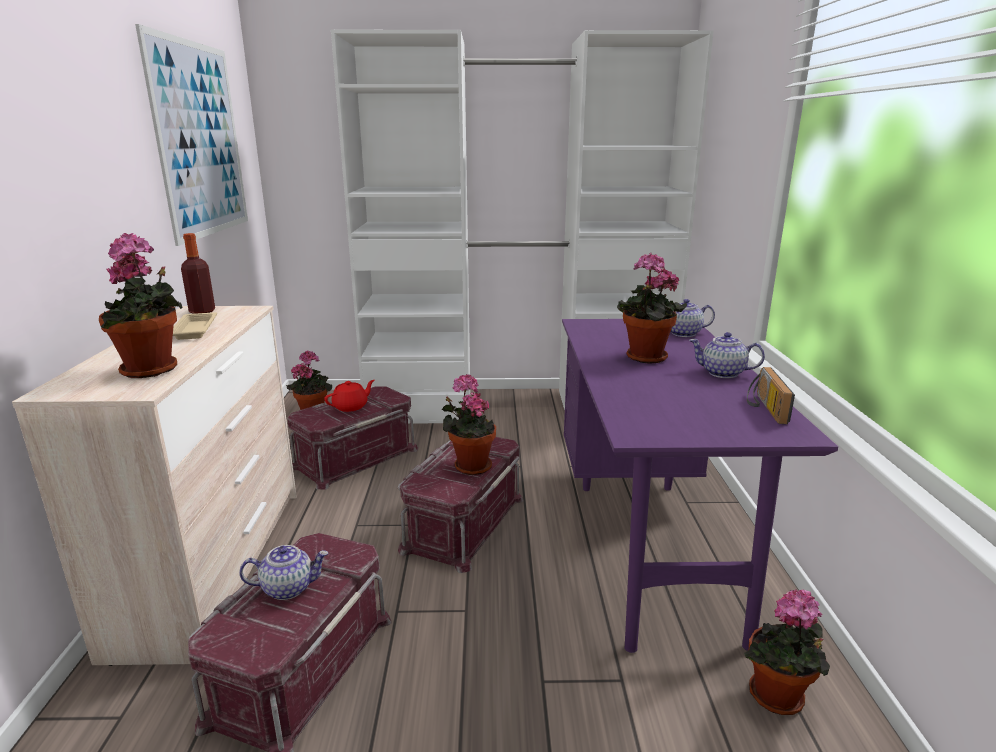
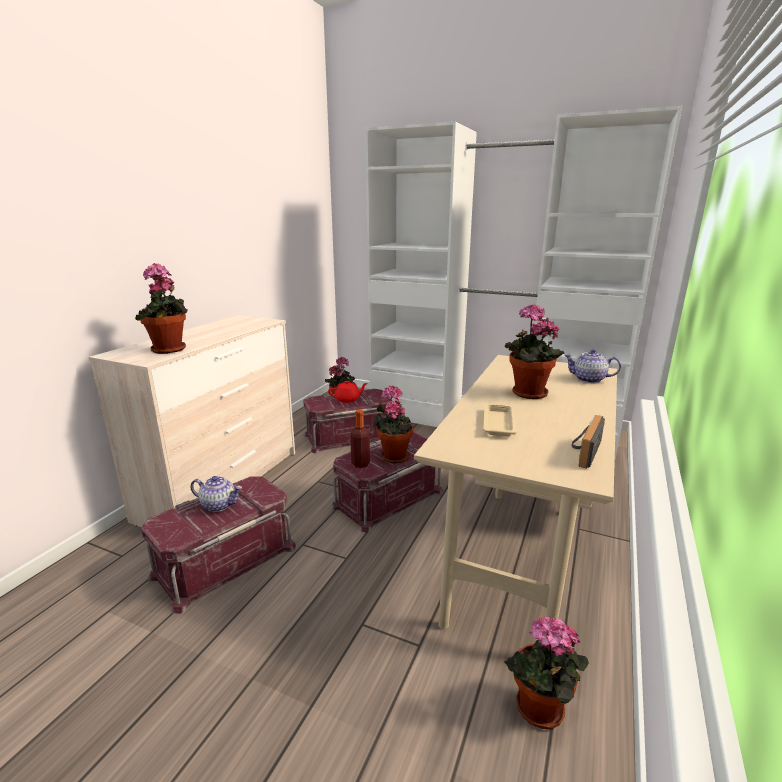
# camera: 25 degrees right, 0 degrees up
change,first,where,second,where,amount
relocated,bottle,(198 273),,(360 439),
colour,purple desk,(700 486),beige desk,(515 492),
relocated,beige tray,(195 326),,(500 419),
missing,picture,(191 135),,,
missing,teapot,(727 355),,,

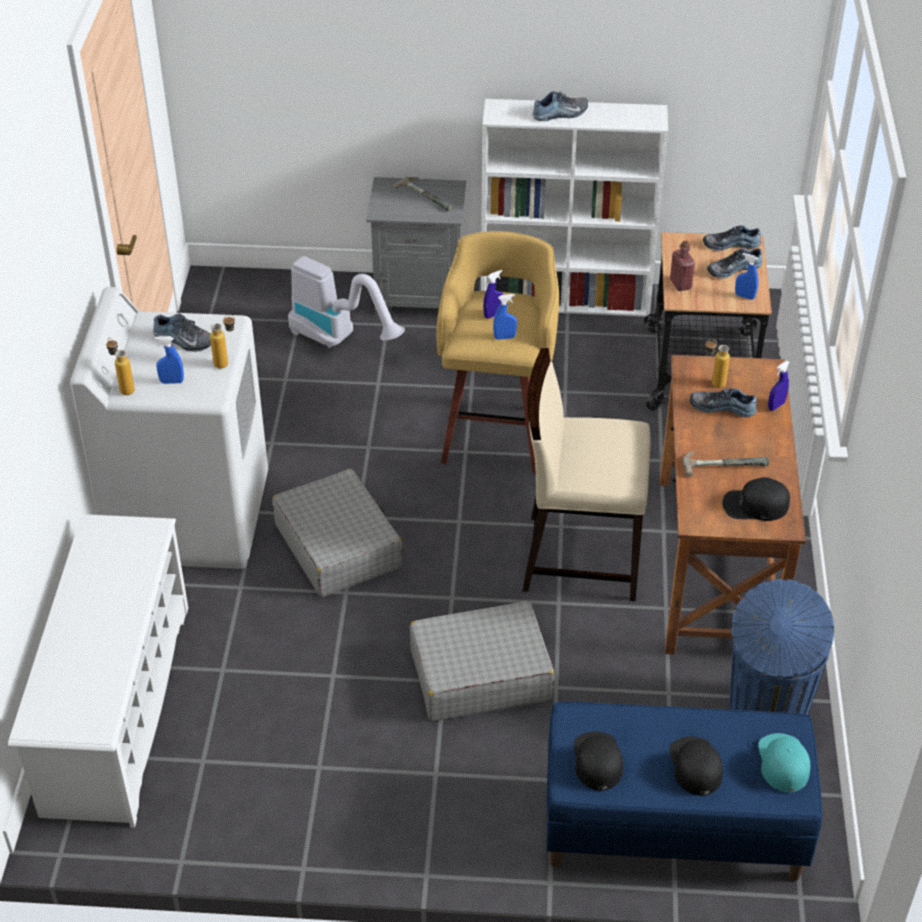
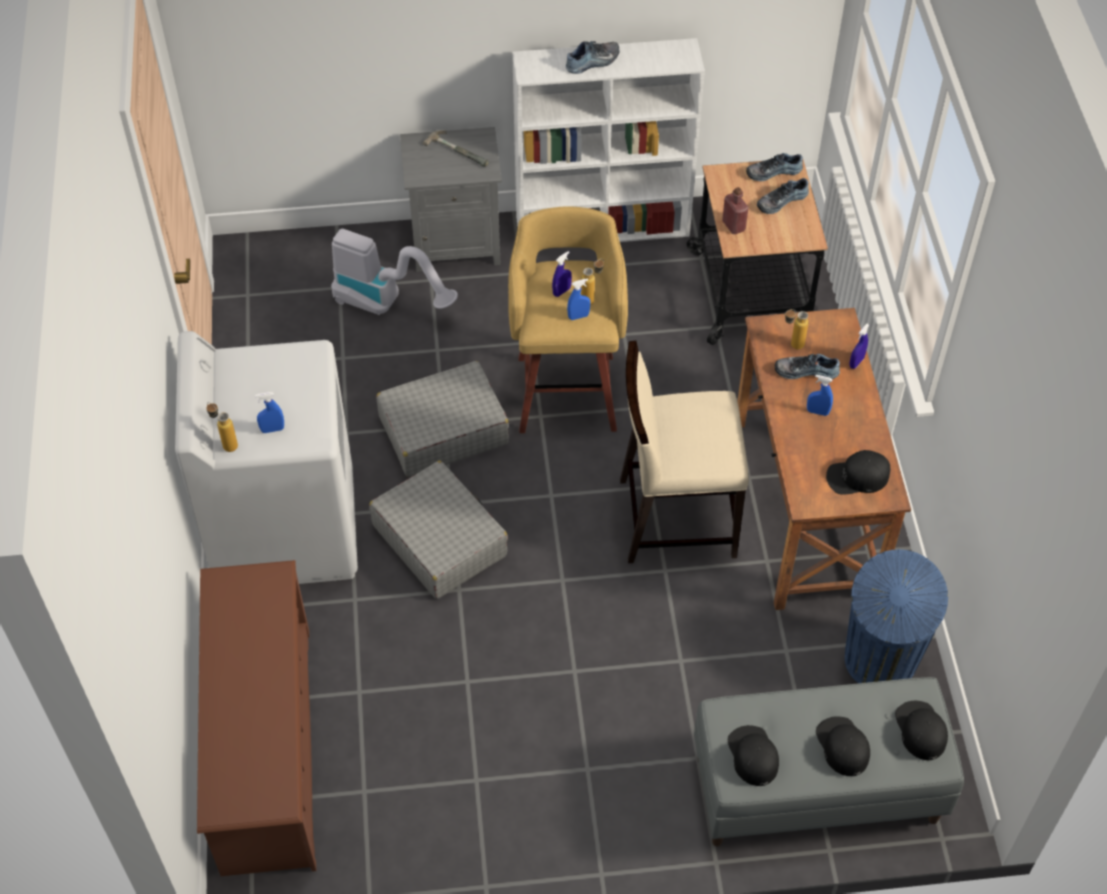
# camera: 10 degrees left, 10 degrees up
change,first,where,second,where,amount
colour,white shoe rack,(98 671),brown shoe rack,(256 718),
relocated,grey suitcase,(482 661),,(442 419),
relocated,bottle,(222 342),,(592 282),
colour,blue bench,(684 791),grey bench,(829 761),
relocated,blue spray bottle,(746 276),,(820 395),
colour,turquoise cap,(784 763),black cap,(921 730),
missing,shoe,(182 332),,,
missing,hammer,(726 463),,,

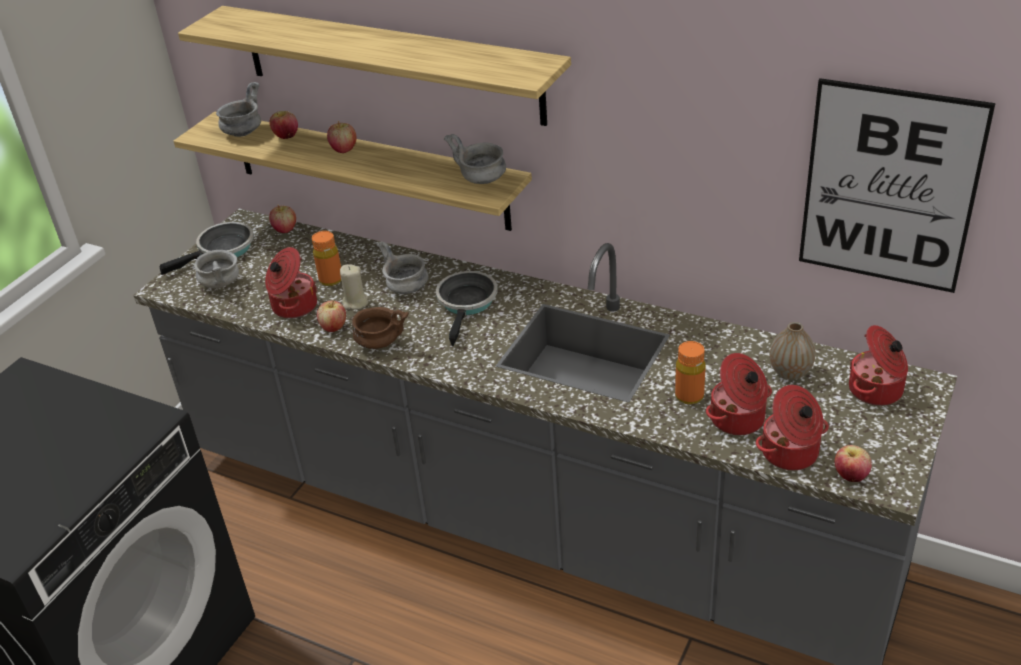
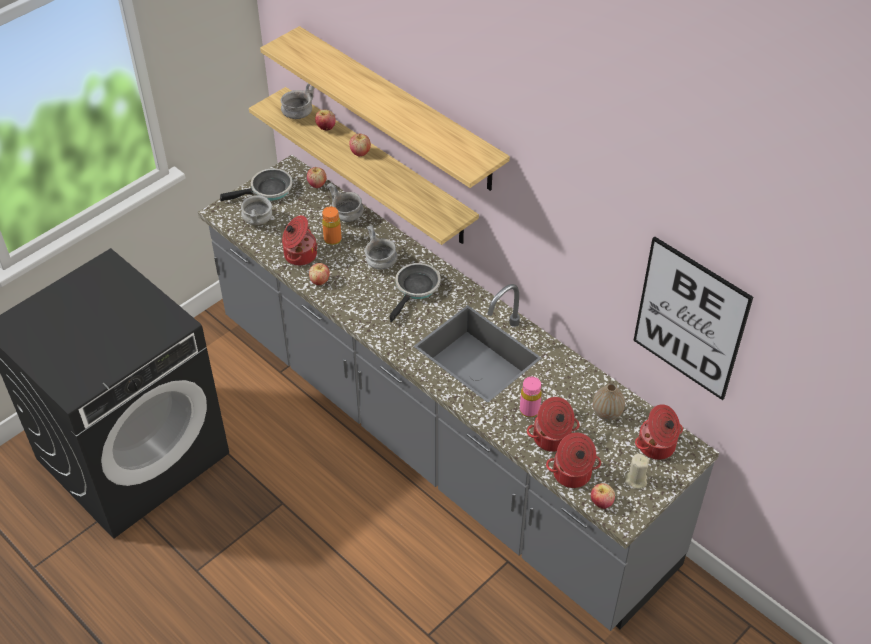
# camera: 15 degrees right, 10 degrees up
change,first,where,second,where,amount
relocated,grey bowl,(475 159),,(345 202),
colour,orange bottle,(690 372),pink bottle,(531 397),
relocated,beige candle,(354 287),,(637 471),
missing,brown bowl,(380 328),,,

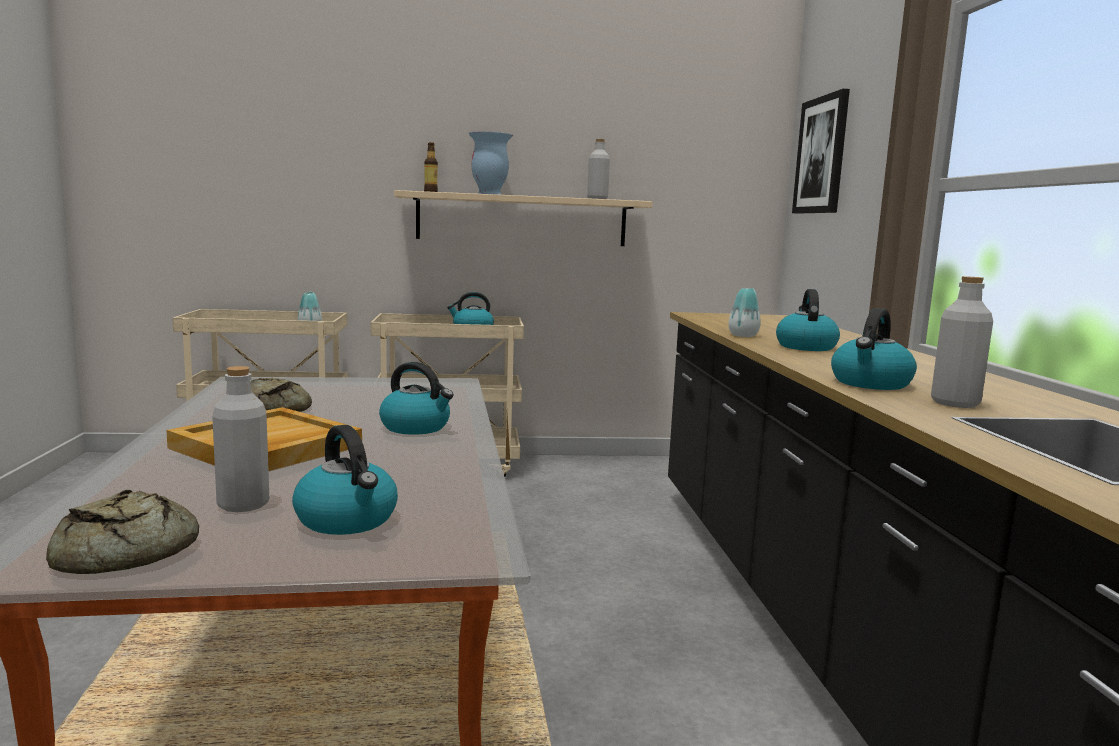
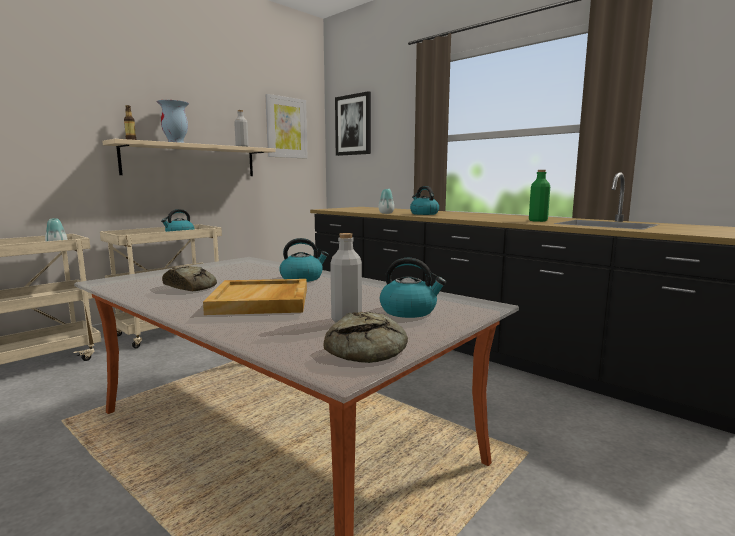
# camera: 40 degrees left, 0 degrees up
change,first,where,second,where,amount
appeared,,,picture,(286 126),
colour,grey bottle,(962 342),green bottle,(539 196),
missing,kettle,(874 349),,,

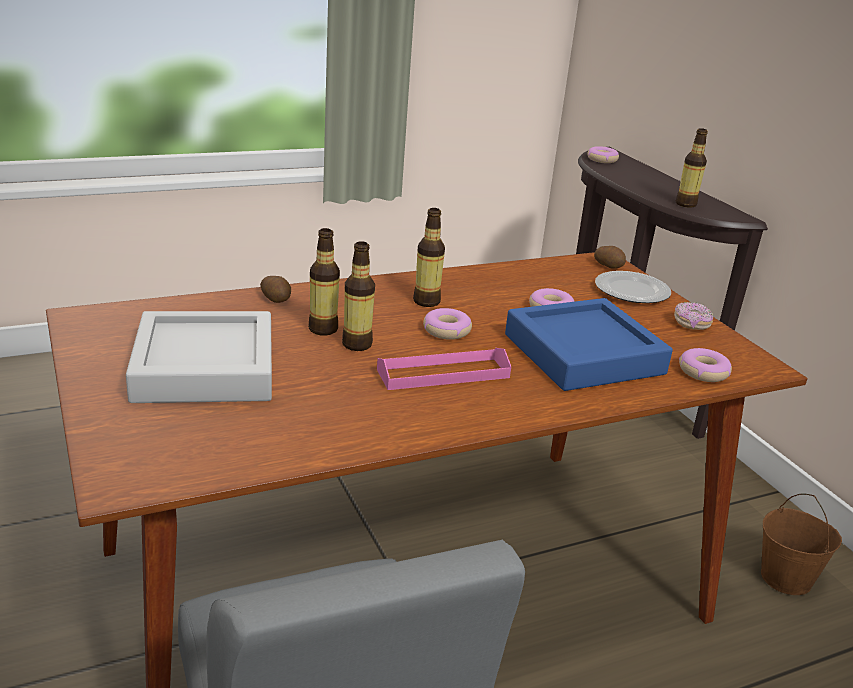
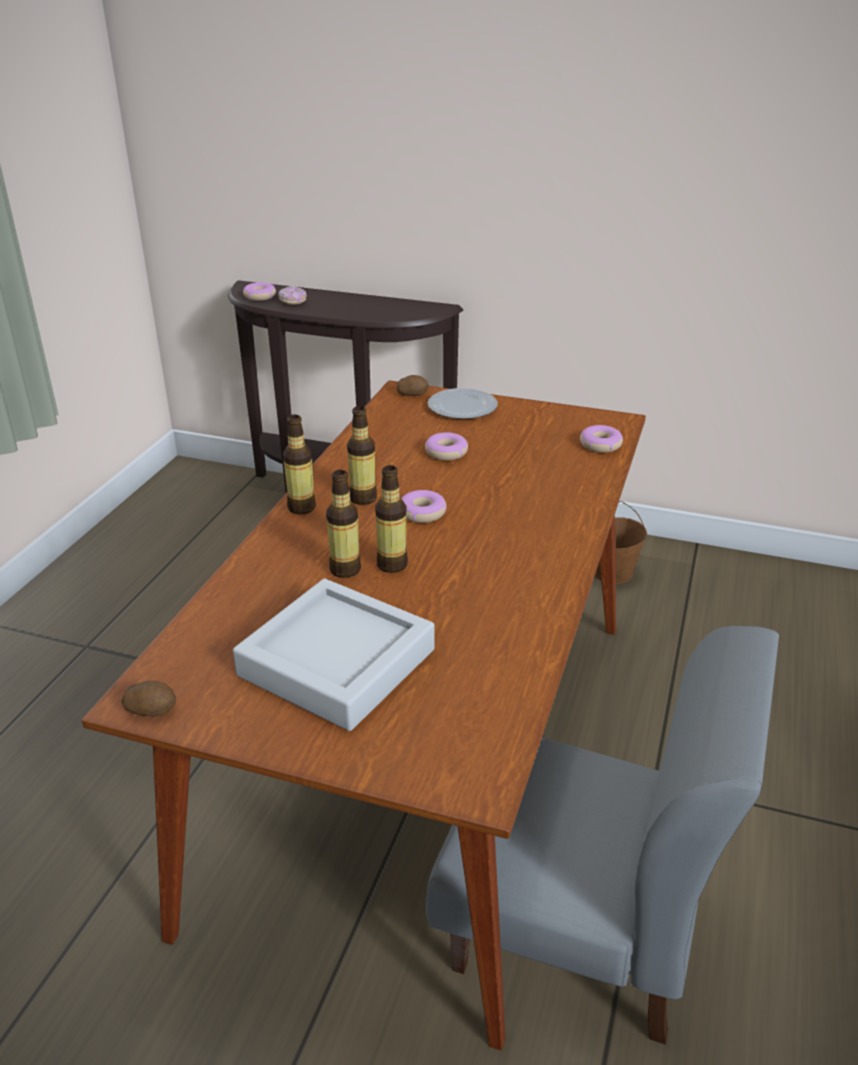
# camera: 45 degrees left, 5 degrees up
change,first,where,second,where,amount
relocated,potato,(275 289),,(148 698),
relocated,donut,(693 316),,(292 295),
relocated,bottle,(692 168),,(299 464),
missing,pink tray,(444 369),,,
missing,blue tray,(589 344),,,

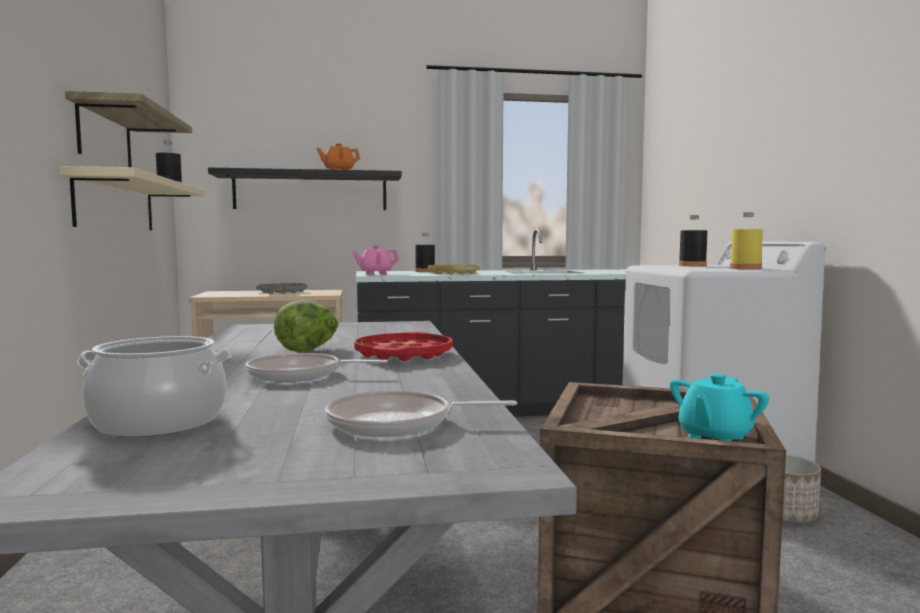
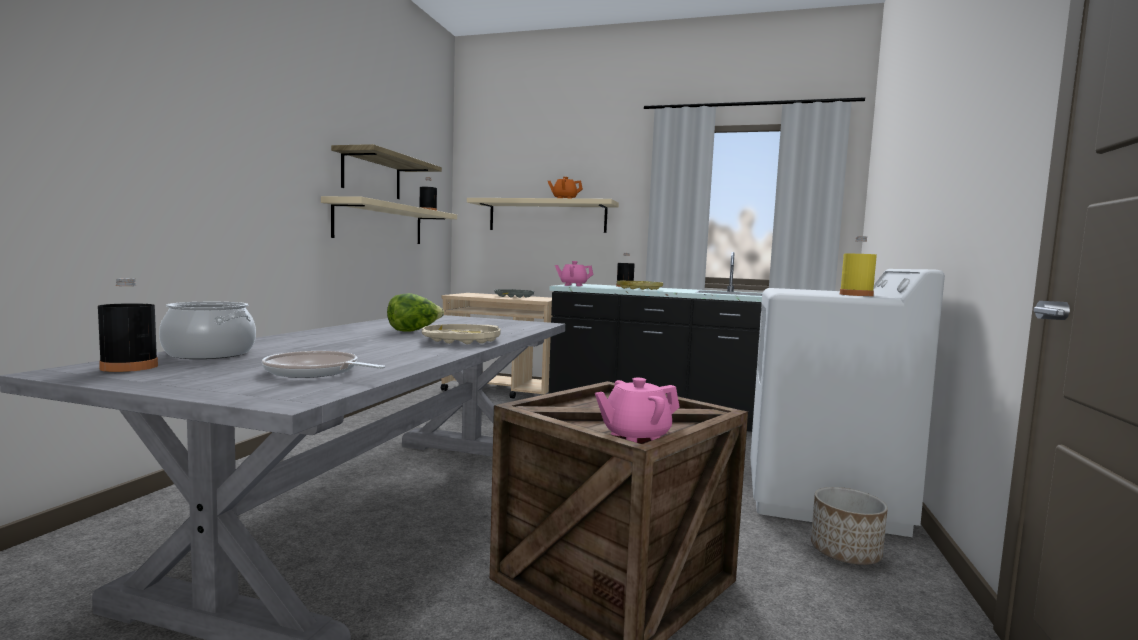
# camera: 25 degrees right, 0 degrees up
change,first,where,second,where,amount
relocated,black bottle,(693 240),,(128 325),
colour,red tray,(403 346),beige tray,(461 334),
colour,black shelf,(305 189),beige shelf,(543 215),
colour,turquoise teapot,(719 407),pink teapot,(637 410),
missing,frying pan,(316 367),,,

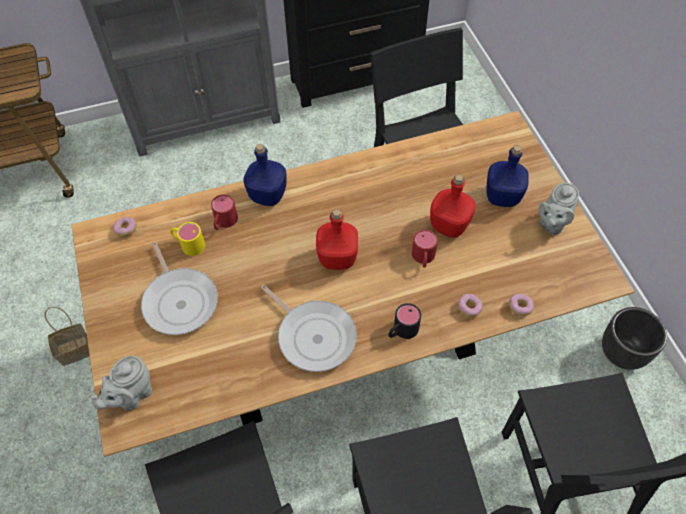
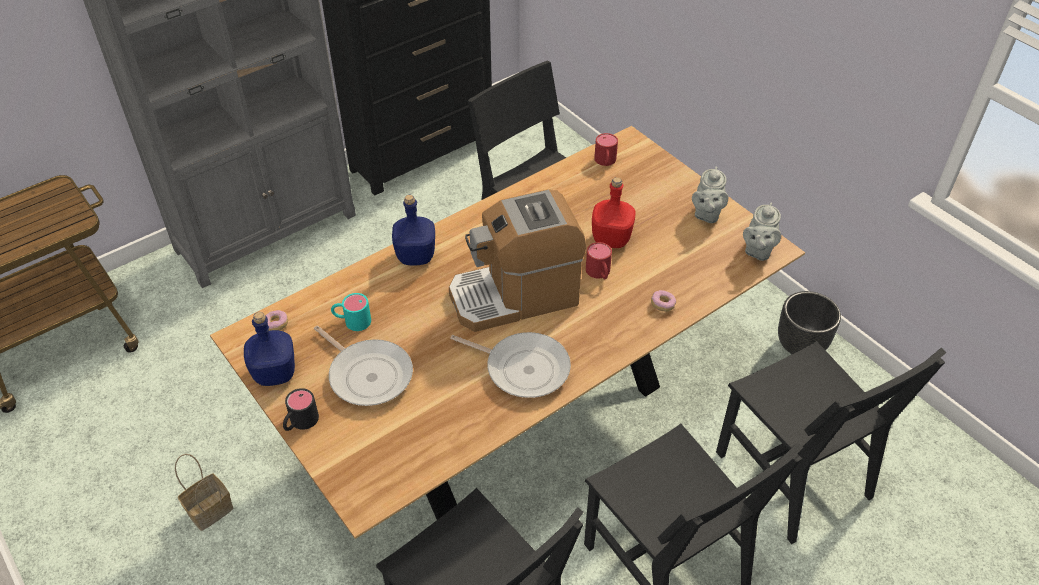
# camera: 20 degrees left, 10 degrees down
change,first,where,second,where,amount
relocated,blue bottle,(508 176),,(269 349),
relocated,black mug,(404 321),,(301 409),
colour,yellow mug,(187 239),turquoise mug,(351 312),
exchanged,red bottle,(337 239),coffee machine,(517 260),
relocated,red mug,(224 212),,(606 149),
relocated,grey teapot,(121 383),,(762 232),
missing,donut,(521 305),,,

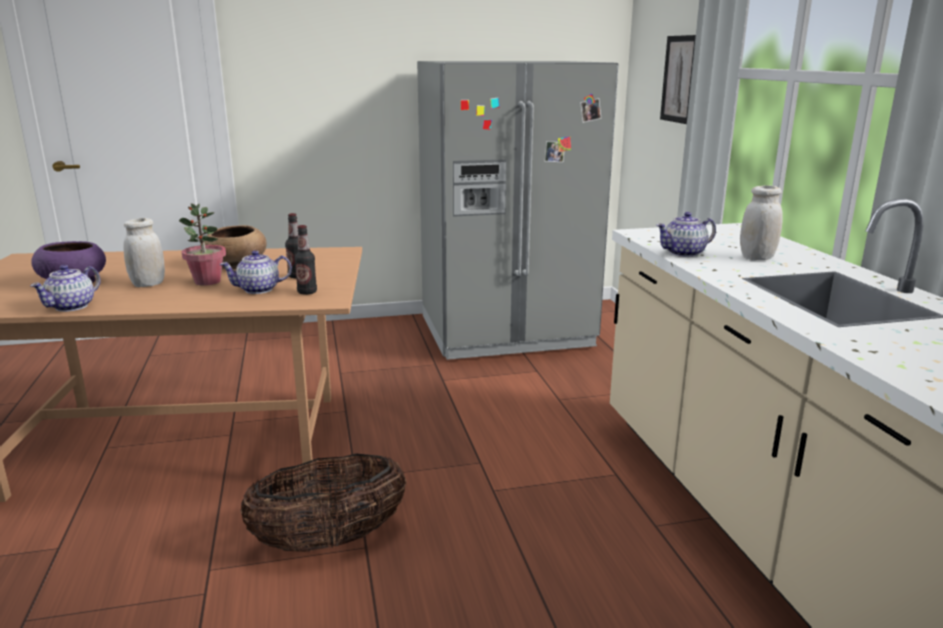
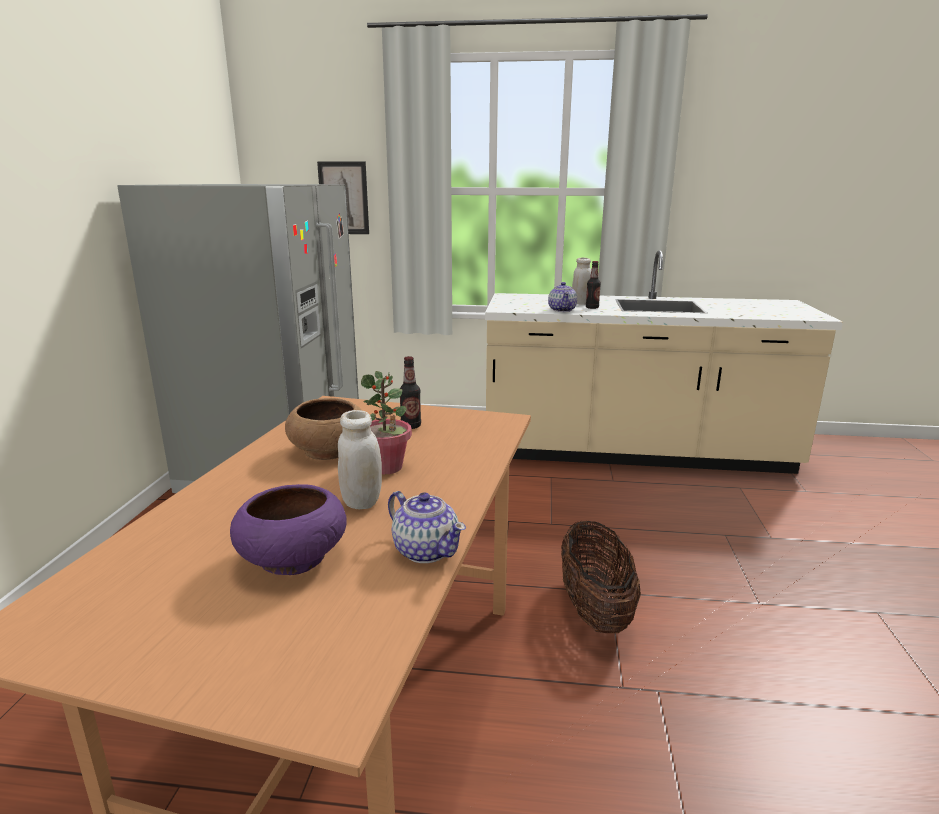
# camera: 70 degrees left, 0 degrees up
change,first,where,second,where,amount
relocated,bottle,(305 260),,(593 285),
missing,teapot,(255 272),,,

